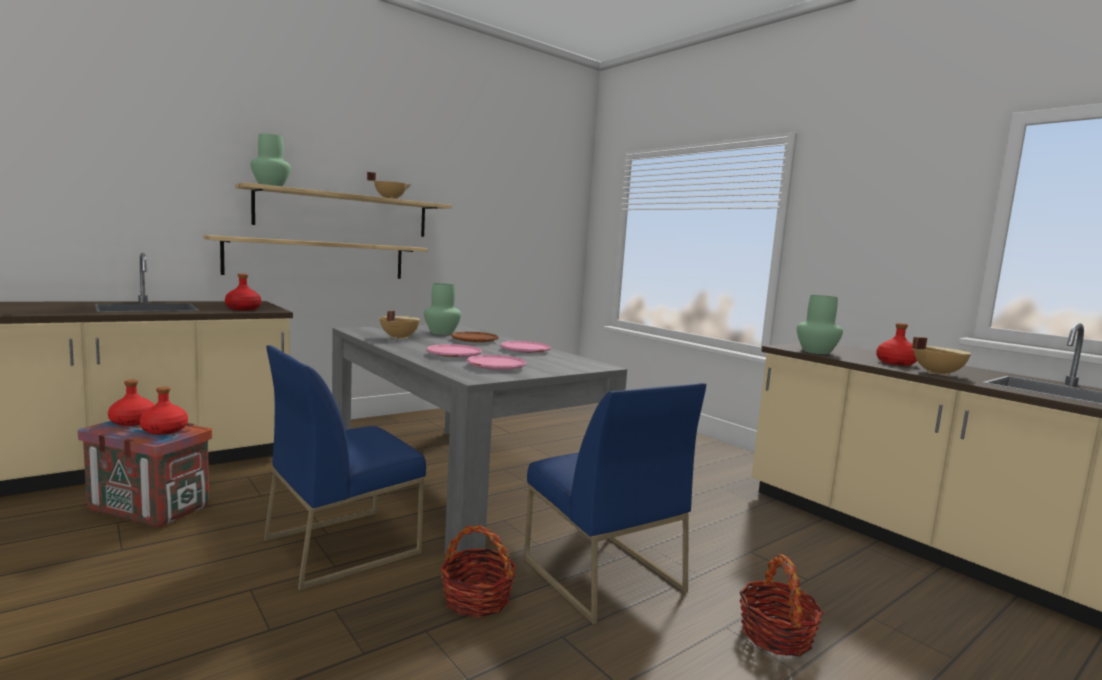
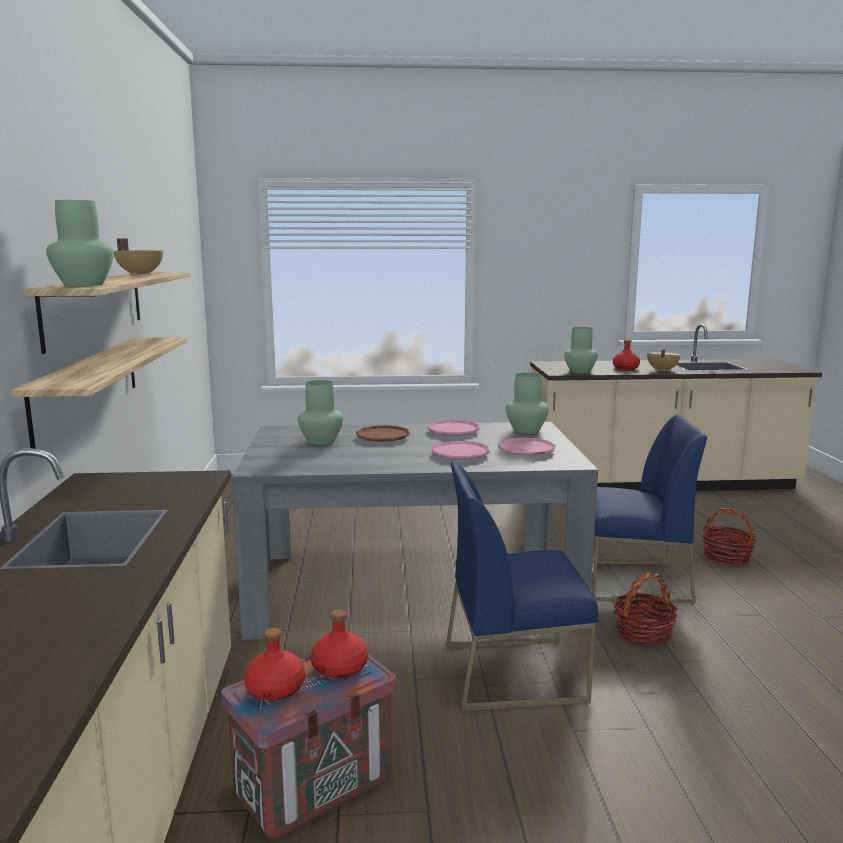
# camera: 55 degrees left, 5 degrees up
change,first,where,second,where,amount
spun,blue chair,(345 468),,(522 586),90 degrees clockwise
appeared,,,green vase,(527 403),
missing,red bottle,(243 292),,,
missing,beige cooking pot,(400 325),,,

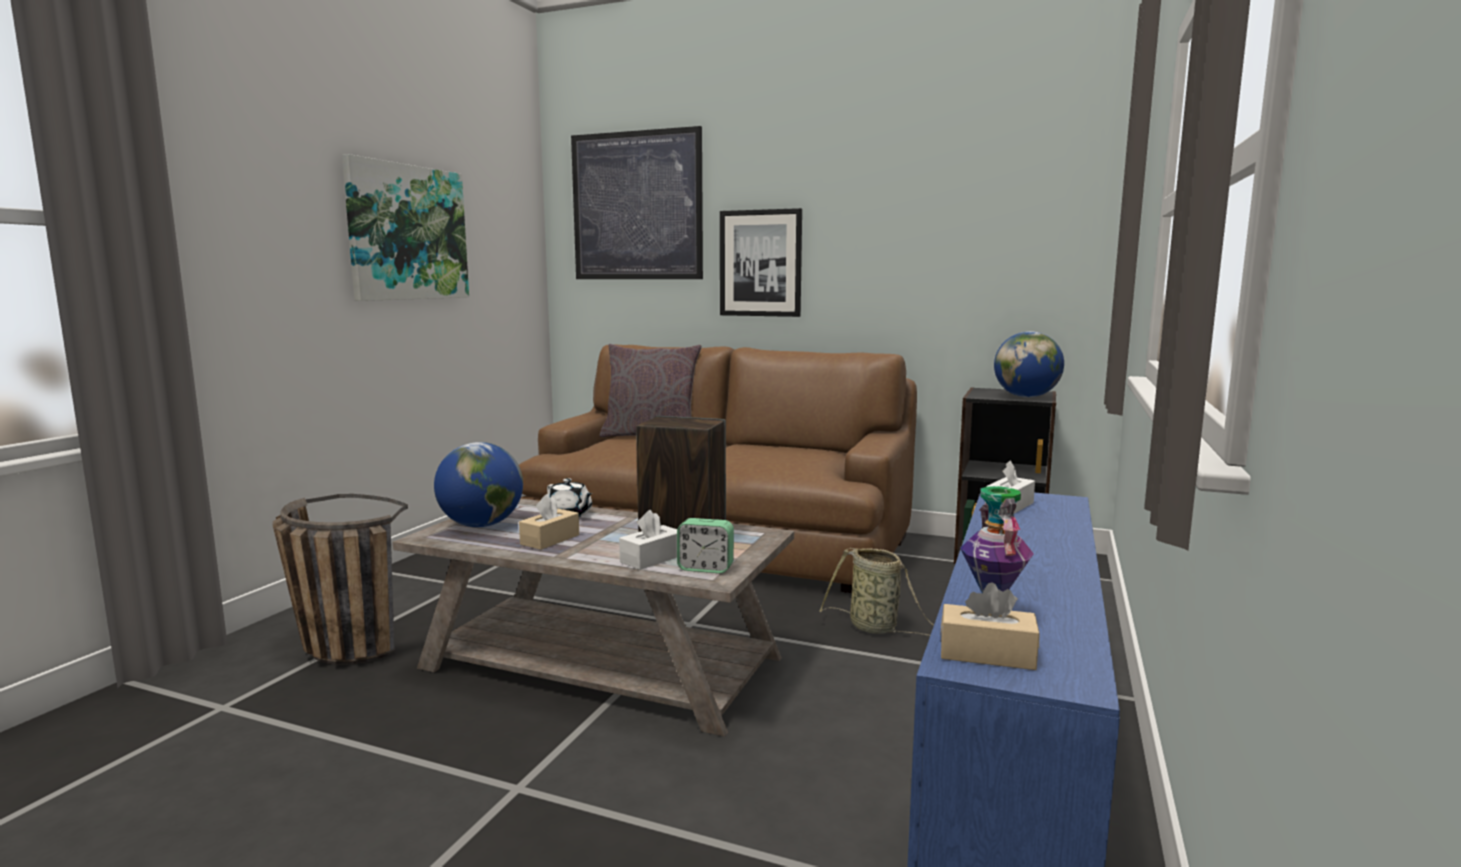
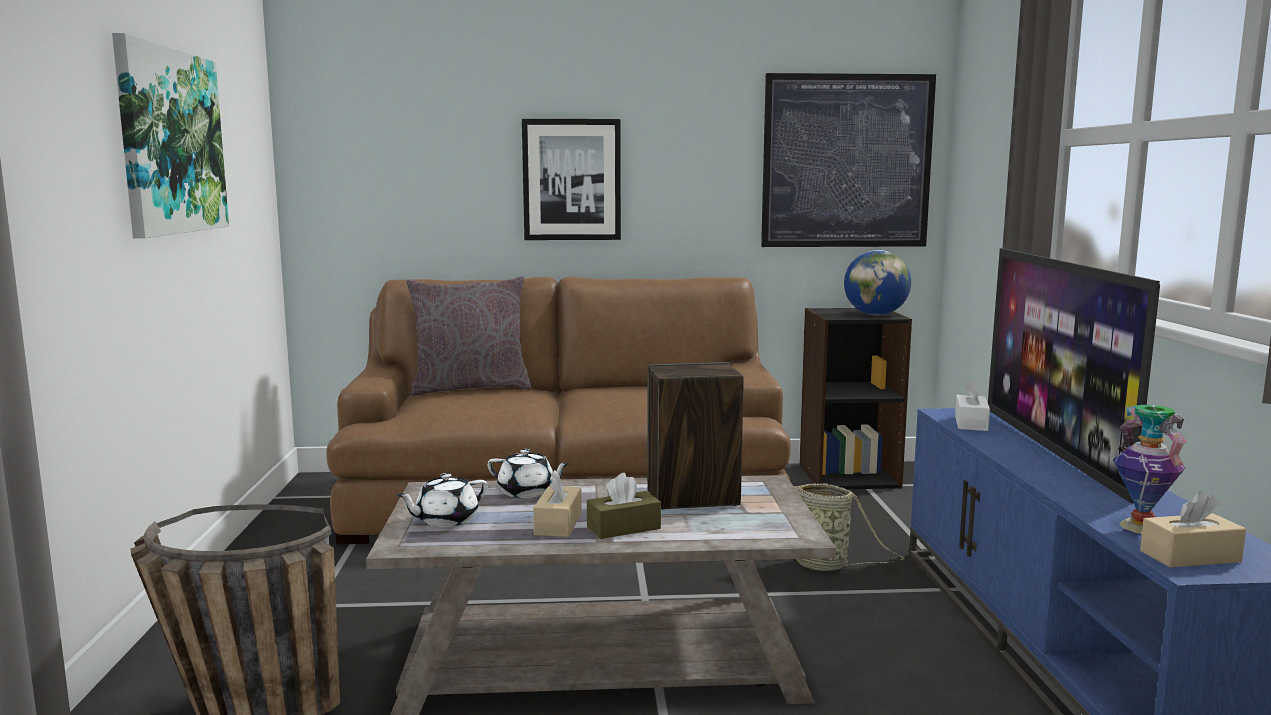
# camera: 25 degrees left, 0 degrees up
change,first,where,second,where,amount
exchanged,globe,(478 484),white teapot,(442 500),
appeared,,,brown tissue box,(624 506),
relocated,picture,(637 202),,(848 160),
appeared,,,television,(1074 375),
missing,white tissue box,(648 540),,,
missing,alarm clock,(705 545),,,

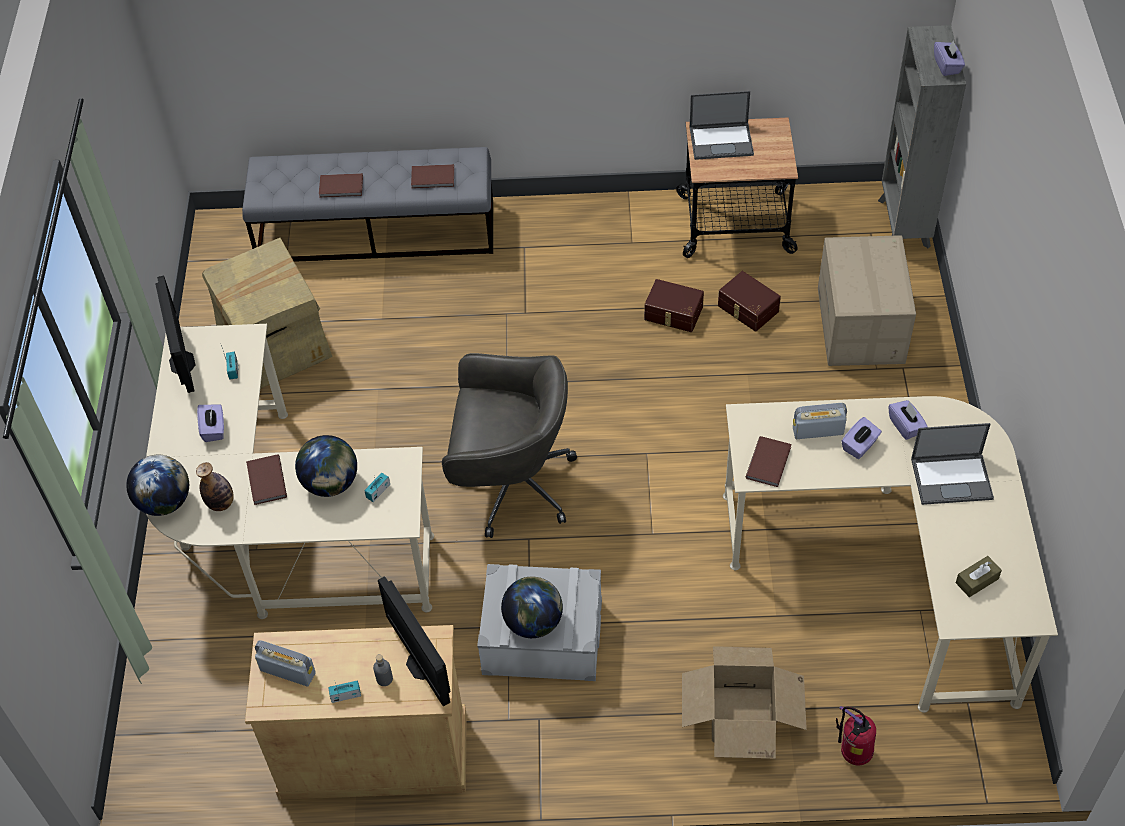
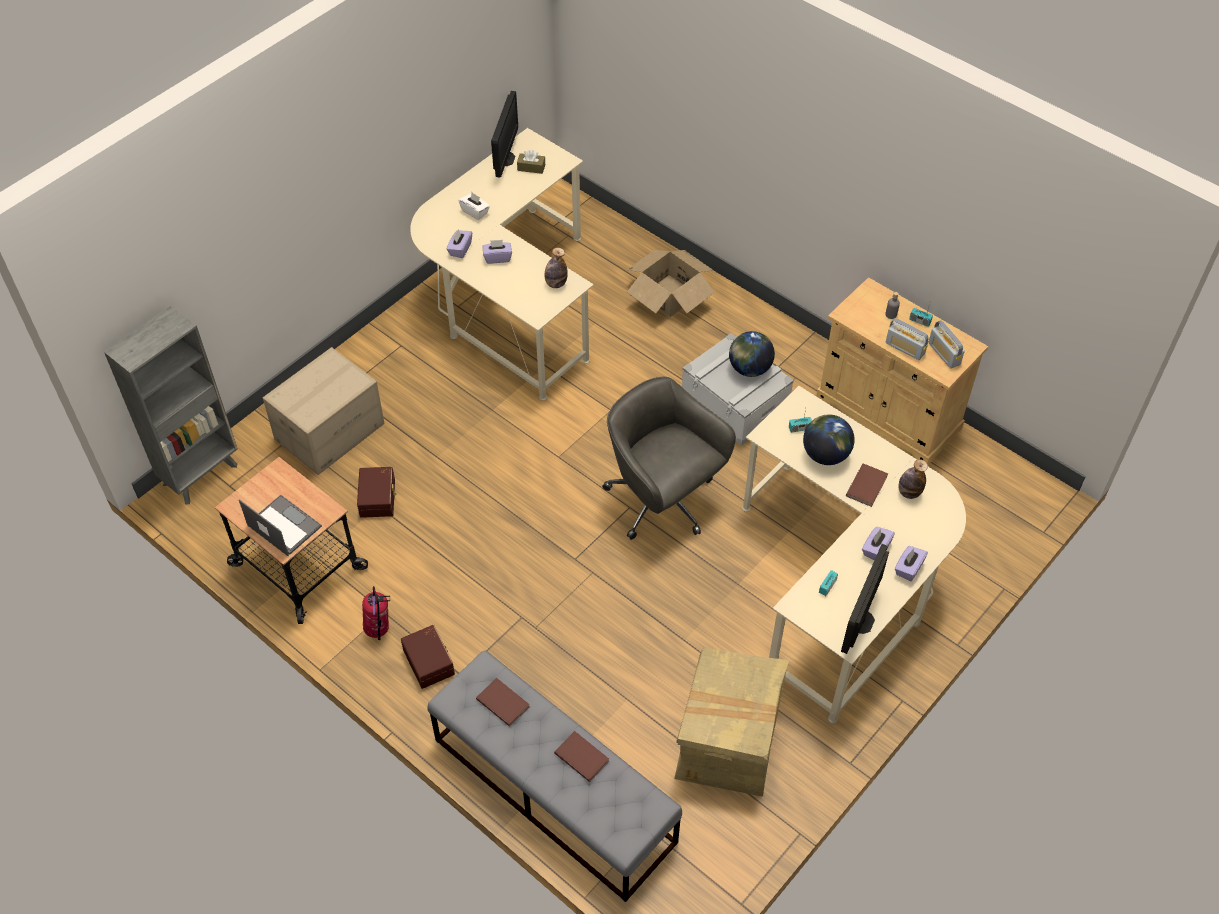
# camera: 140 degrees left, 0 degrees up
change,first,where,second,where,amount
relocated,fire extinguisher,(856 736),,(376 613),
relocated,brown storage box,(674 305),,(428 657),
exchanged,laptop,(952 464),white tissue box,(474 206),
relocated,monitor,(414 641),,(504 134),
exchanged,brown book,(769 461),bottle,(556 268),
relocated,radio,(820 421),,(907 339),
relocated,purple tissue box,(949 58),,(911 563),
missing,globe,(157 485),,,

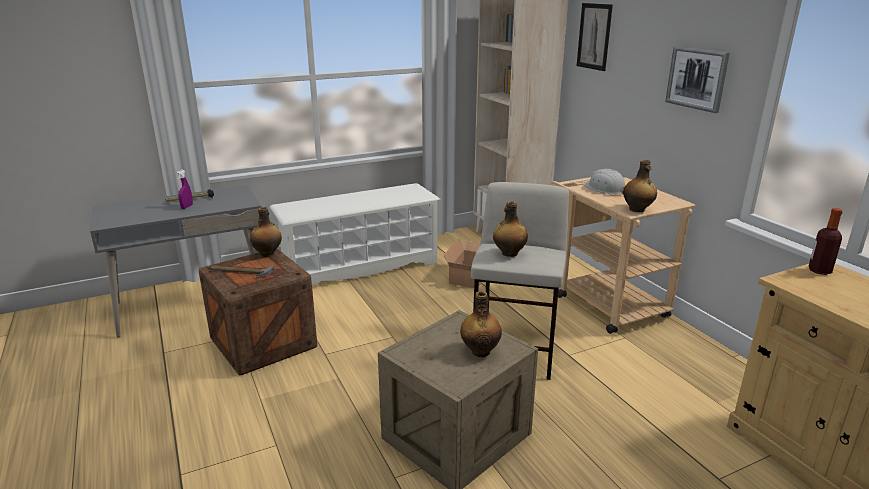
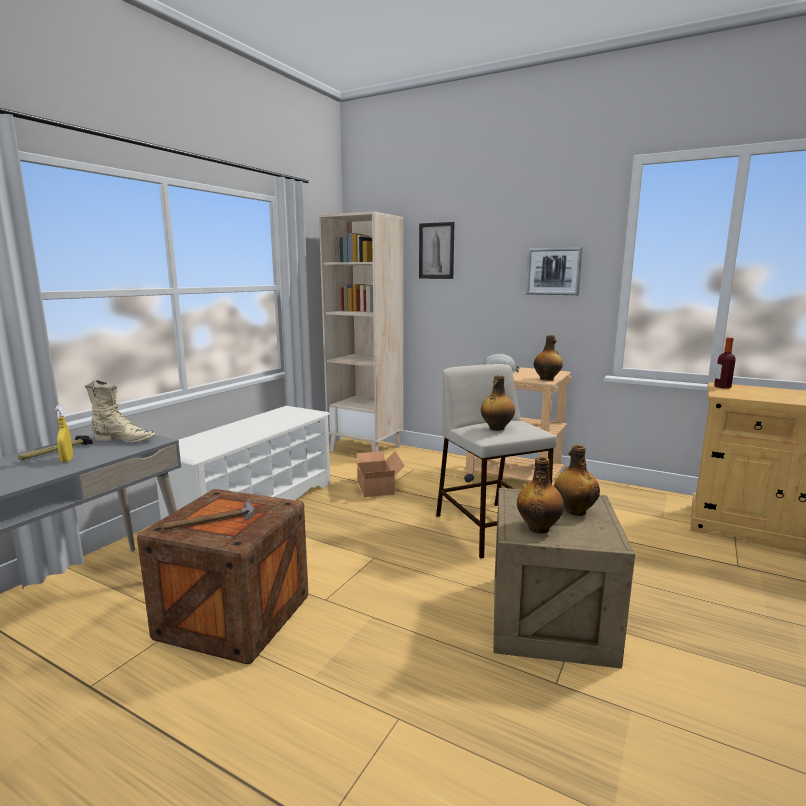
# camera: 35 degrees left, 10 degrees down
change,first,where,second,where,amount
colour,purple spray bottle,(184 189),yellow spray bottle,(64 434),
appeared,,,beige boot,(120 411),
relocated,bottle,(266 232),,(540 495),

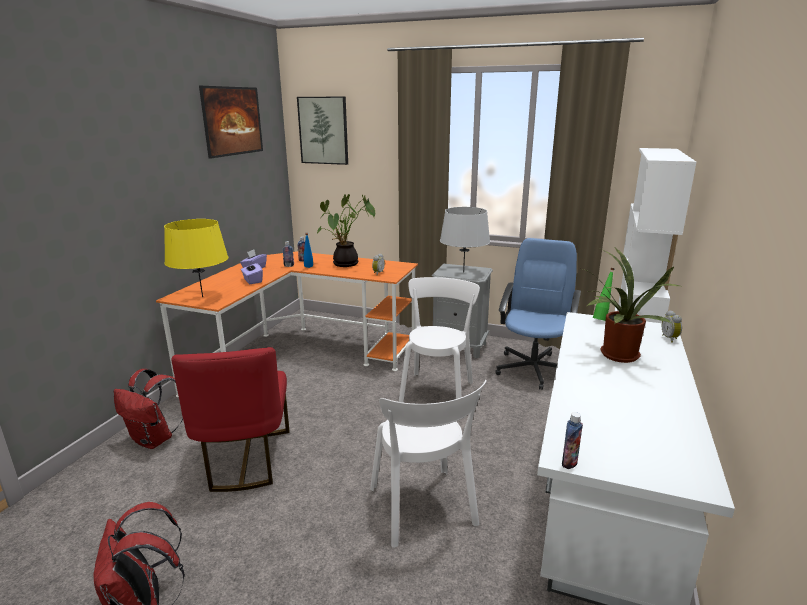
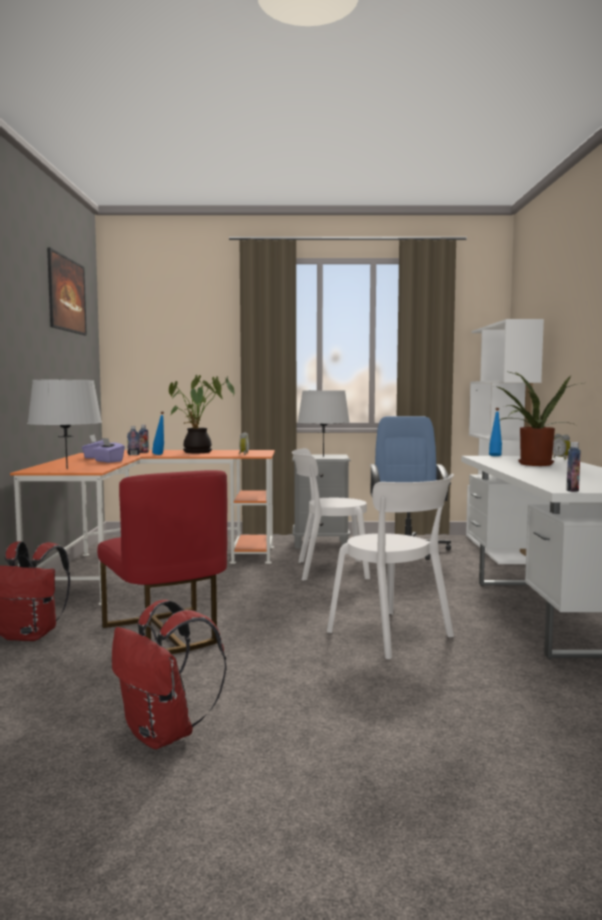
# camera: 20 degrees left, 15 degrees down
change,first,where,second,where,amount
colour,yellow table lamp,(196 258),grey table lamp,(64 424),
spun,white chair,(439 339),,(331 514),90 degrees counterclockwise
colour,green bottle,(604 294),blue bottle,(495 432),
missing,picture,(322 130),,,

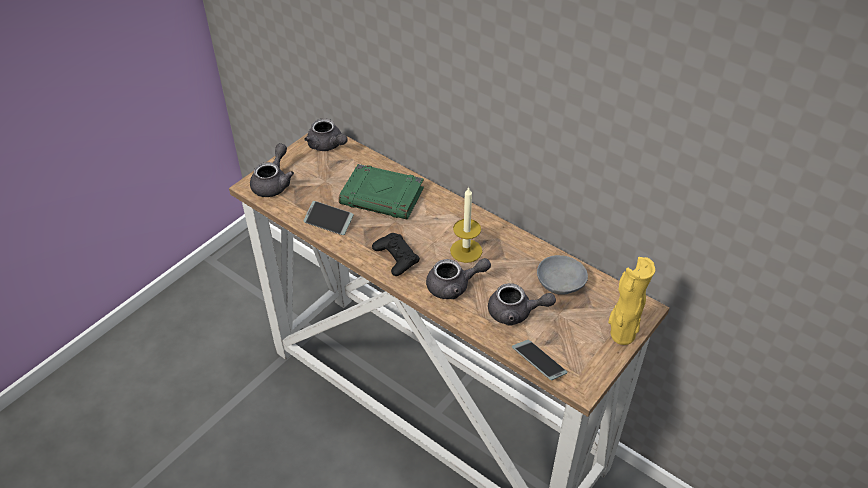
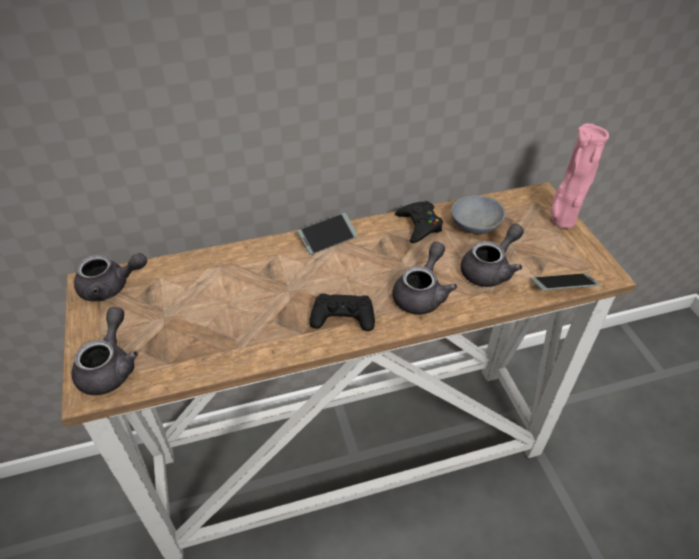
# camera: 55 degrees left, 0 degrees up
change,first,where,second,where,amount
spun,grey teapot,(272 170),,(105 351),45 degrees clockwise
relocated,phone,(328 218),,(328 234),
appeared,,,black game controller,(419 222),
colour,yellow vase,(631 301),pink vase,(580 176),
missing,green book,(381 192),,,
missing,candle,(466 224),,,

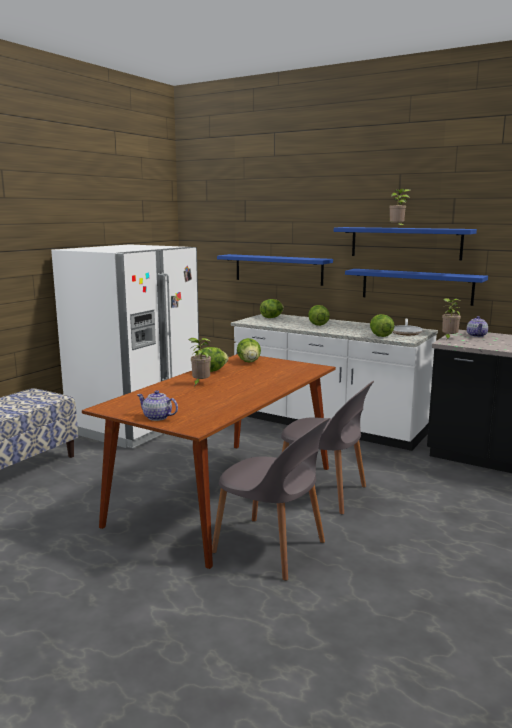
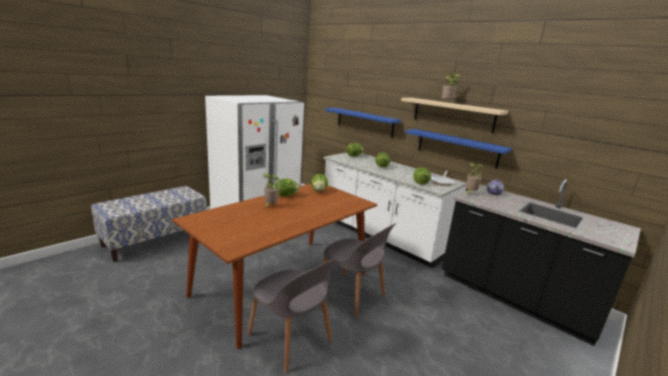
# camera: 10 degrees right, 5 degrees up
change,first,where,second,where,amount
colour,blue shelf,(405 243),beige shelf,(454 116),
missing,teapot,(157 405),,,

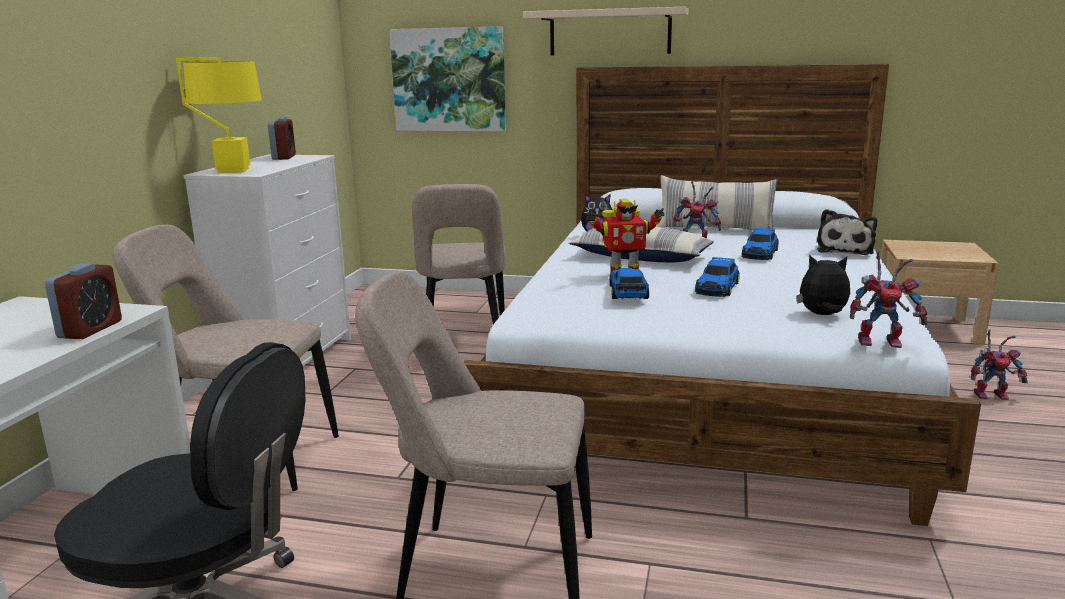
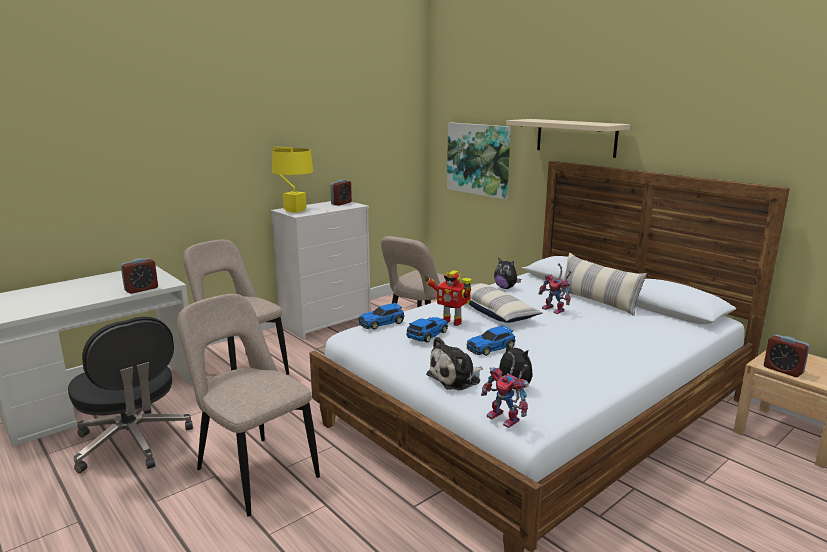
# camera: 35 degrees right, 0 degrees up
change,first,where,second,where,amount
relocated,toy car,(760 243),,(382 316),
relocated,plush toy,(847 232),,(454 364),
appeared,,,alarm clock,(787 356),
missing,toy robot,(999 365),,,

